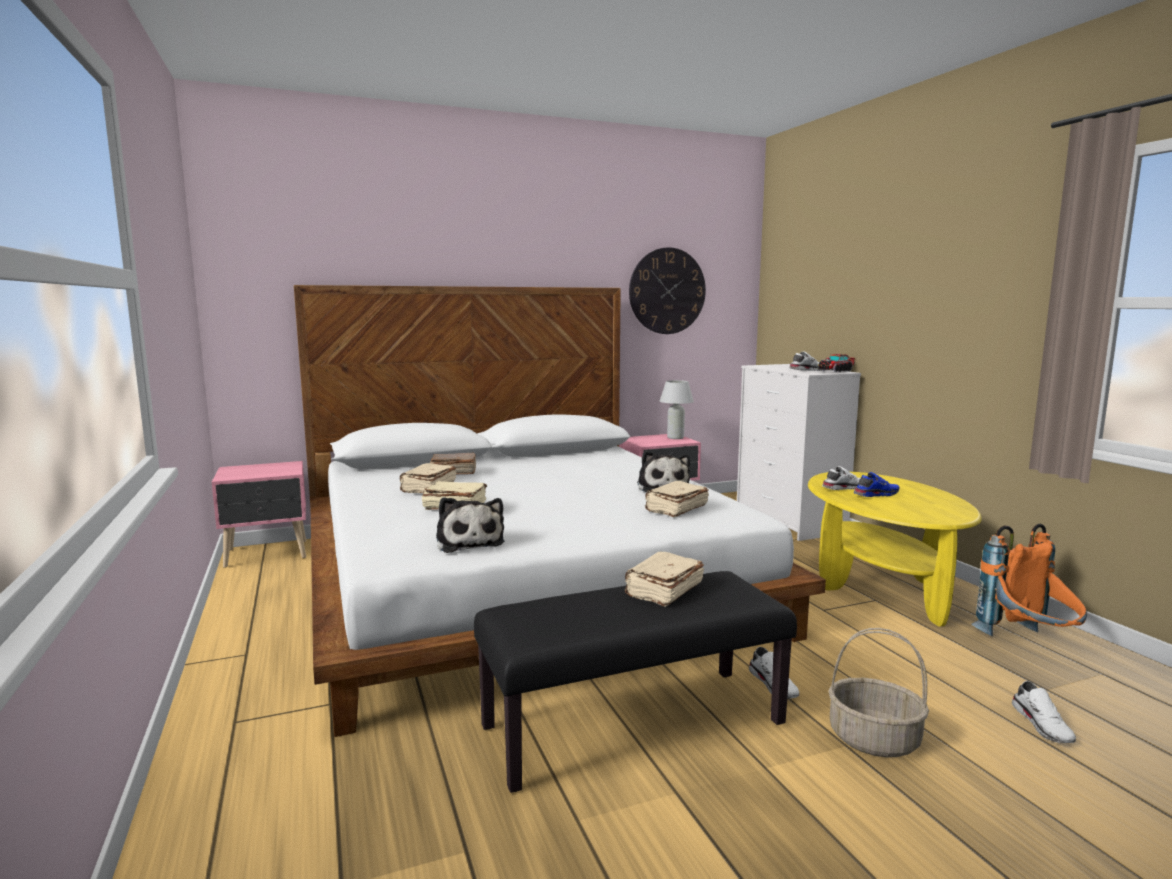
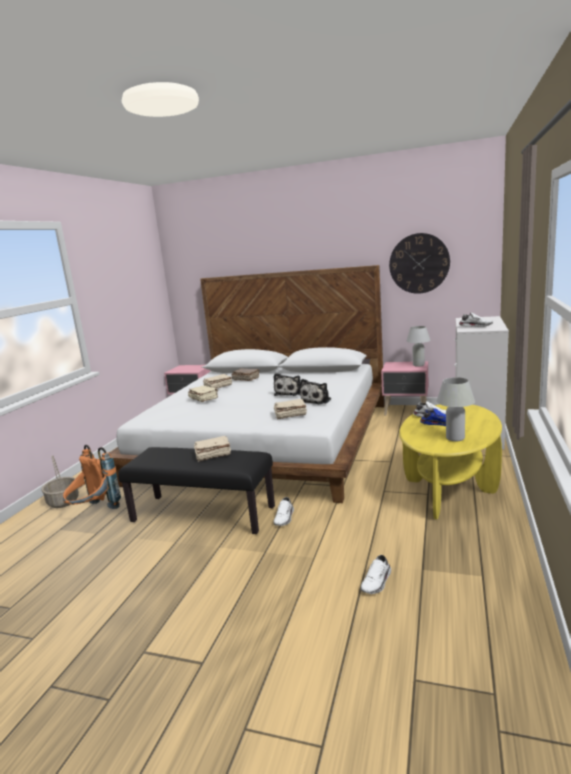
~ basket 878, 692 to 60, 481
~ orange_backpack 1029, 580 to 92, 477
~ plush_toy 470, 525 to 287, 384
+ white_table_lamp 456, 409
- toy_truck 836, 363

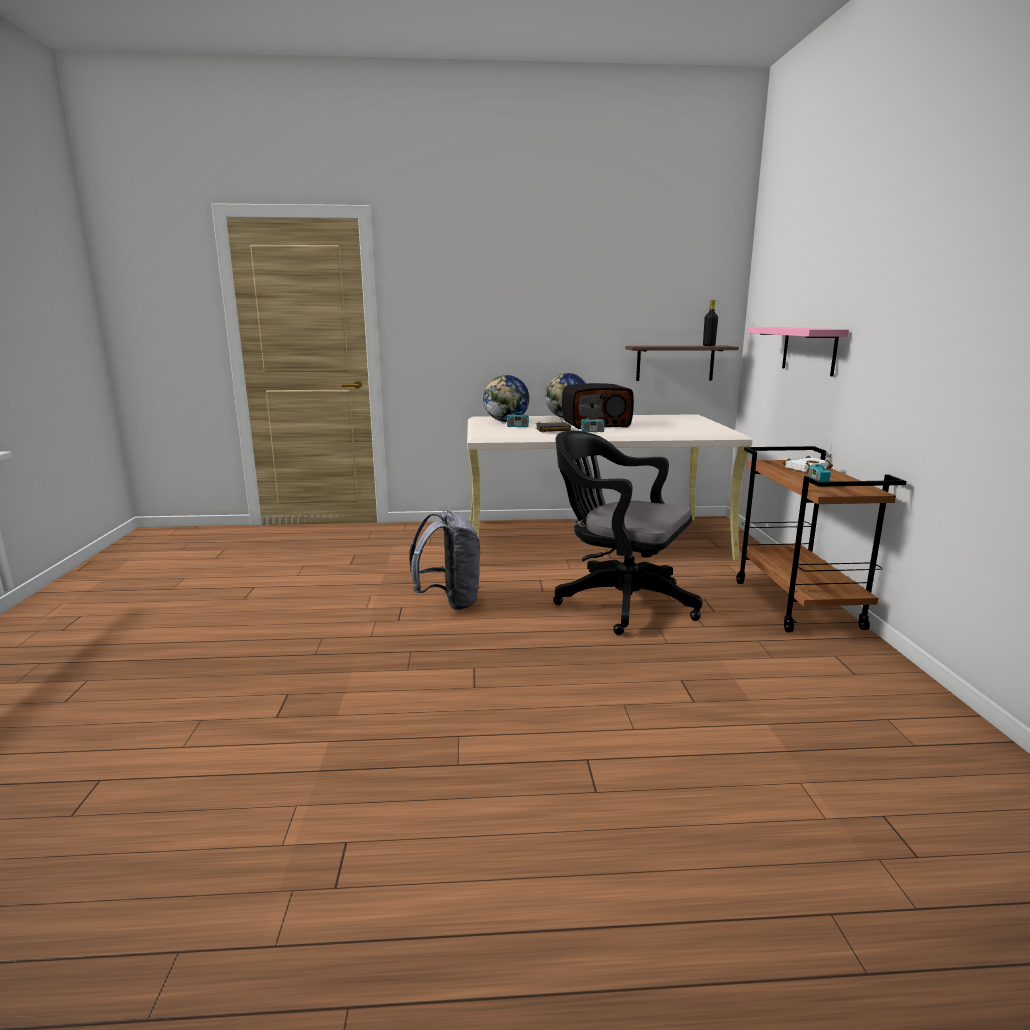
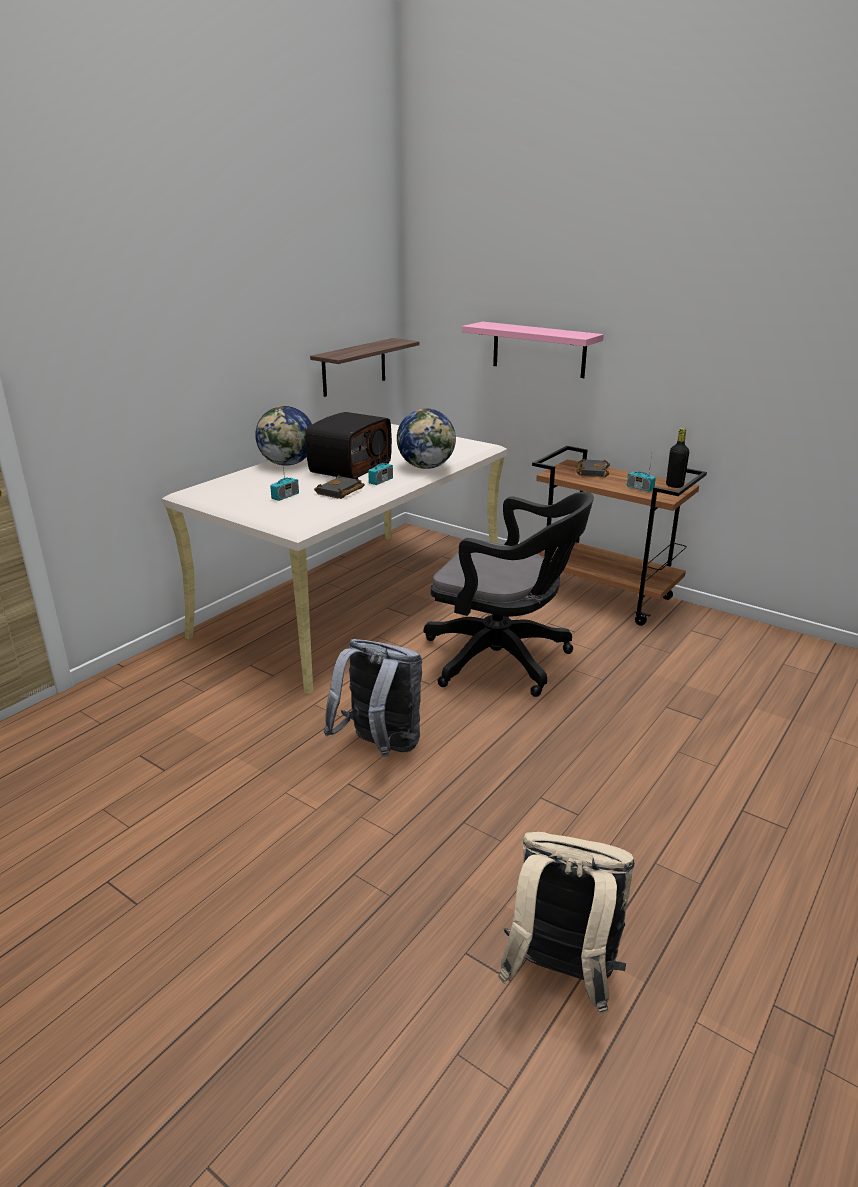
~ globe 506, 398 to 426, 438
~ black_office_chair 627, 533 = 509, 594 135 degrees counterclockwise
+ beige_backpack 566, 923
~ white_book 808, 464 to black_book 593, 467
~ black_bottle 710, 323 to 677, 458

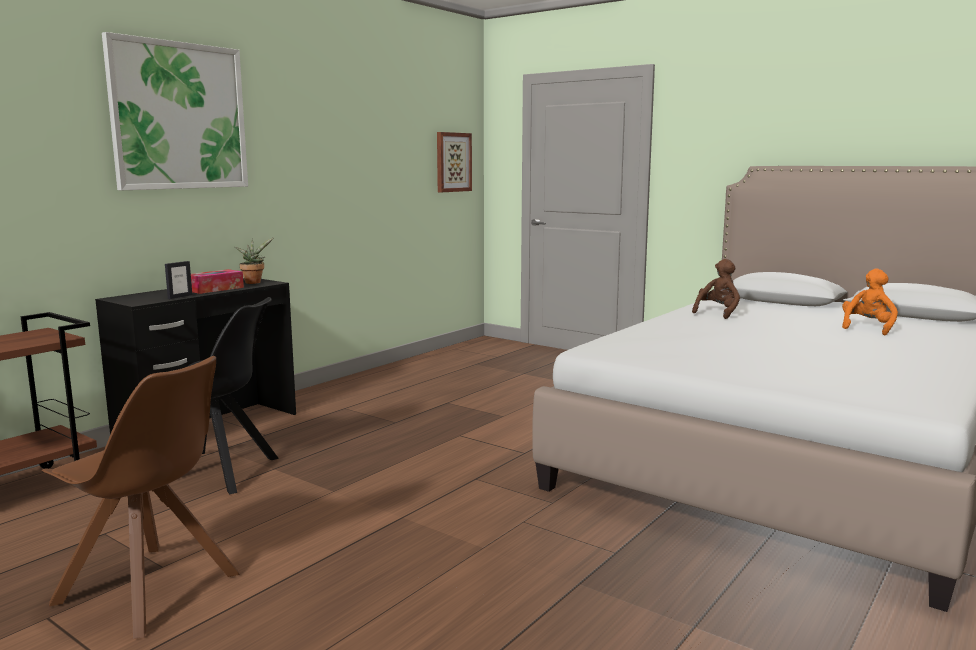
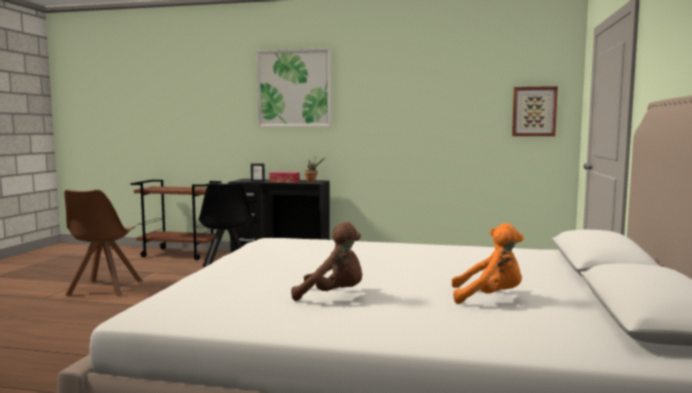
~ brown_plush_toy 716, 289 to 326, 261

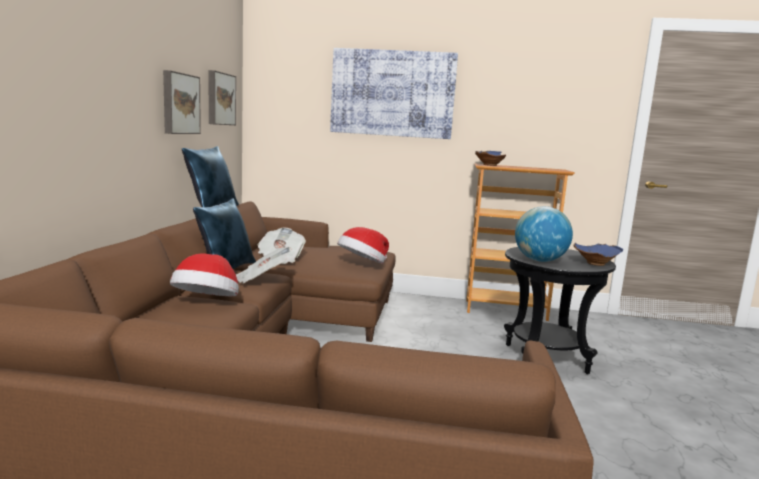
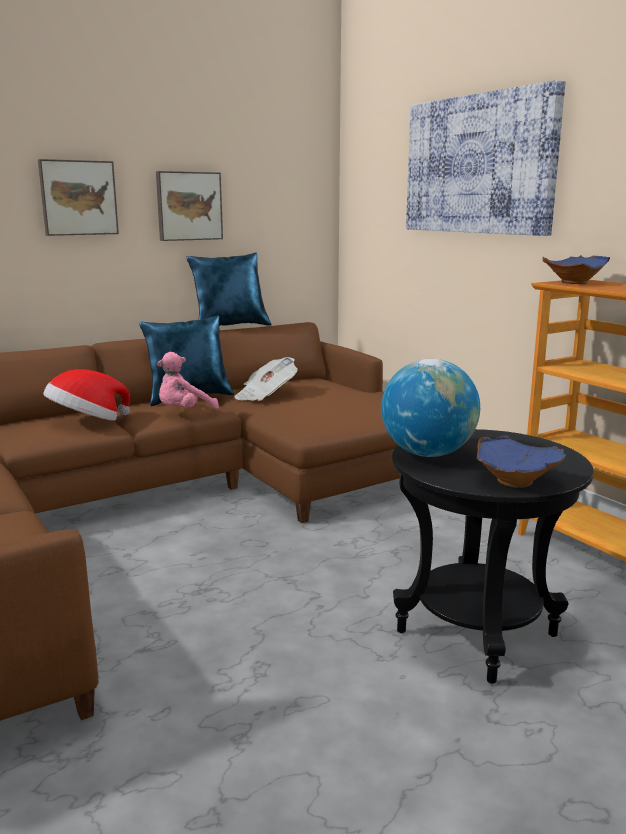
~ picture 222, 97 to 78, 197
~ newspaper 264, 265 to pink_plush_toy 188, 380
- hat 363, 245

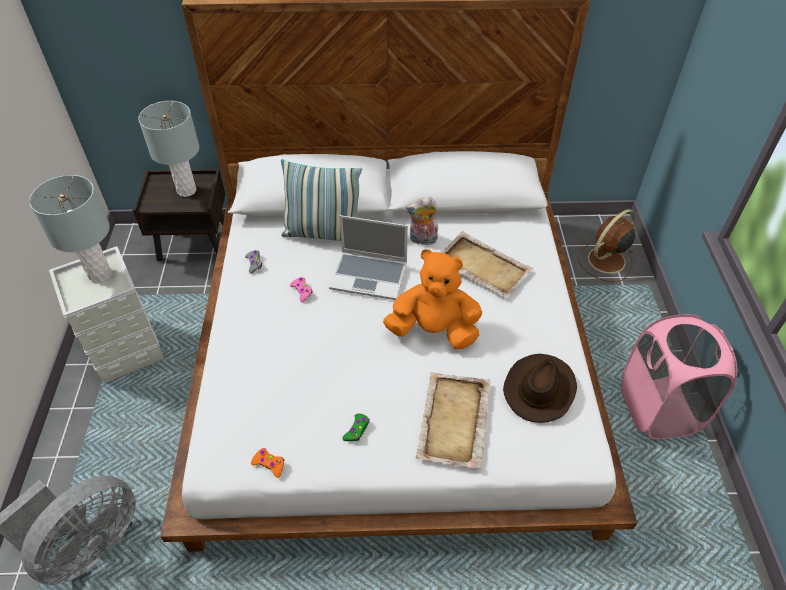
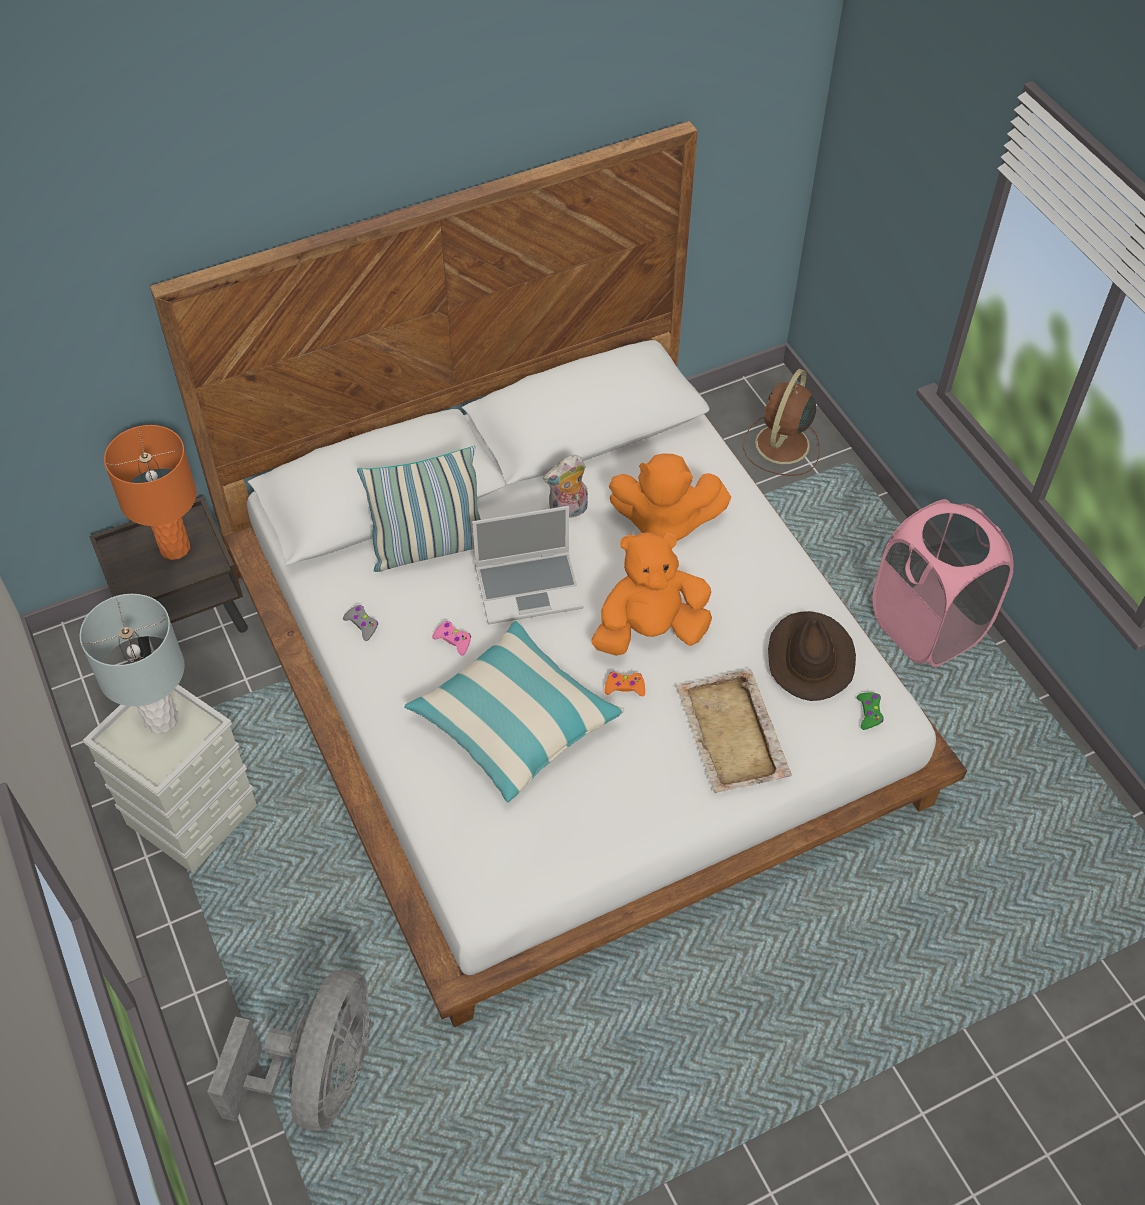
~ grey_table_lamp 168, 149 to orange_table_lamp 150, 492
+ pillow 514, 711
~ orange_game_controller 267, 463 to 625, 684
~ beige_tray 487, 264 to orange_plush_toy 670, 497
~ green_game_controller 356, 427 to 870, 711

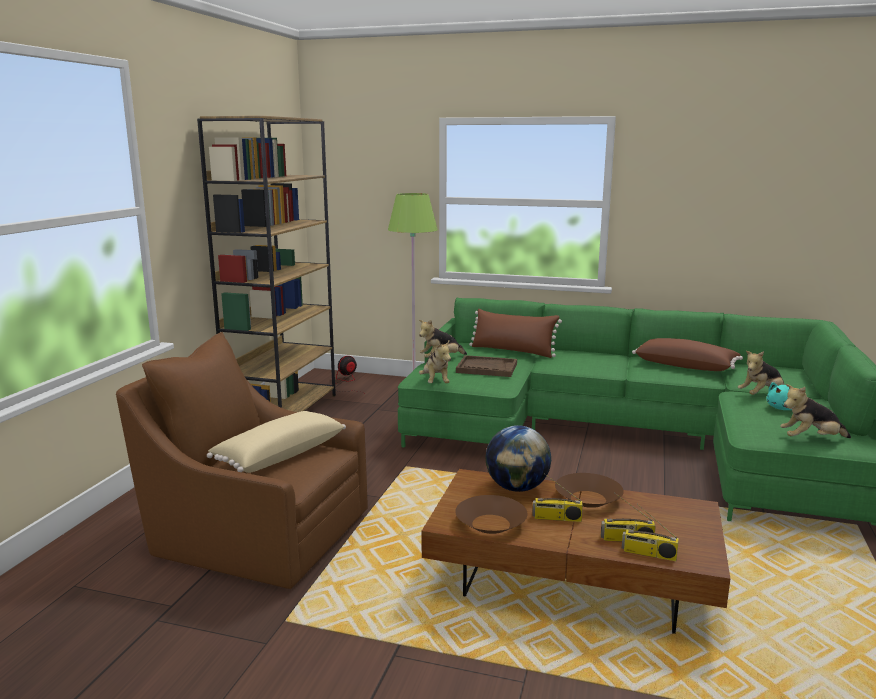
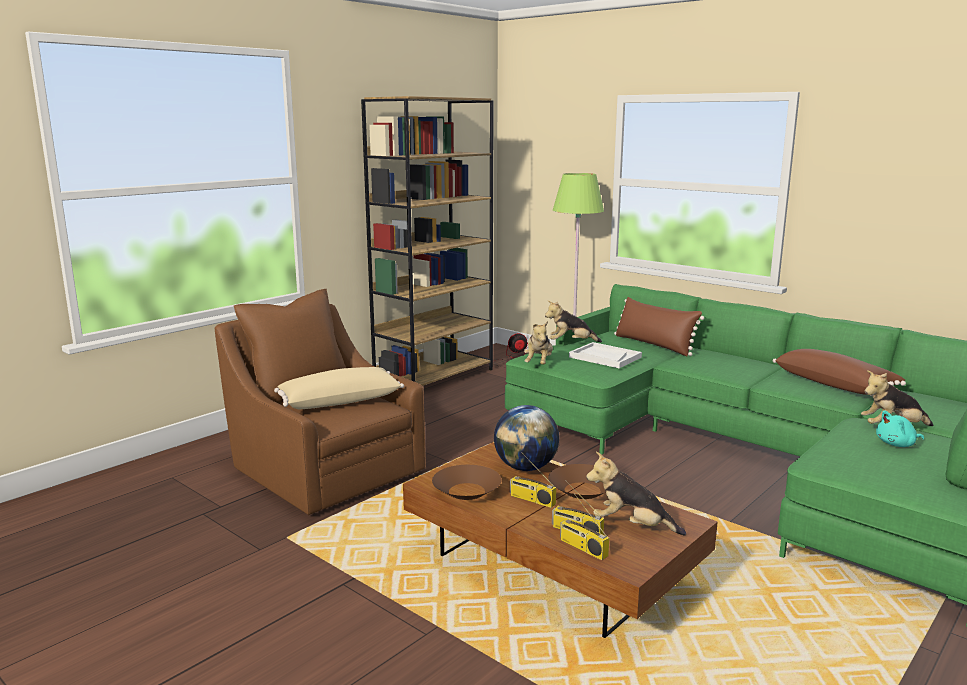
~ brown_tray 486, 366 to white_tray 605, 355
~ plush_toy 815, 411 to 636, 494

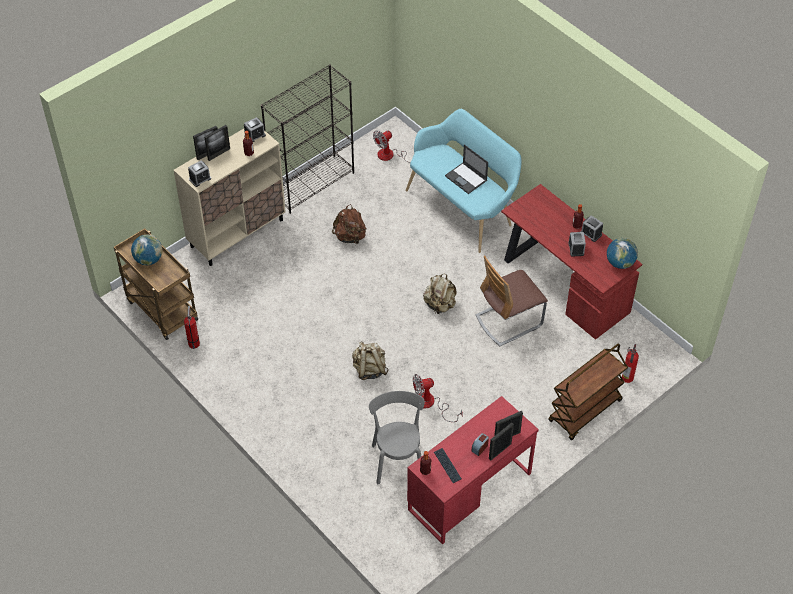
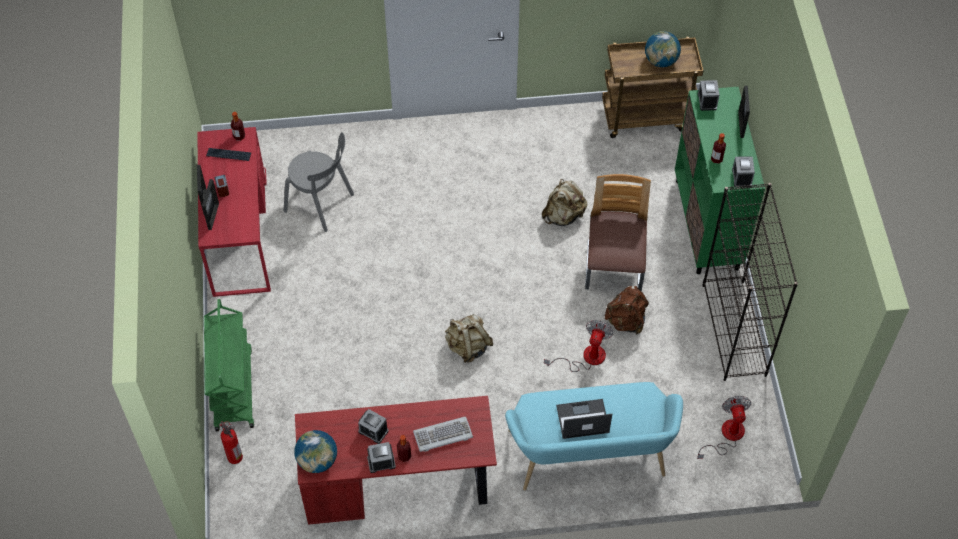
~ brown_cart 588, 391 to green_cart 229, 365
+ keyboard 443, 434
~ beige_backpack 370, 361 to 564, 202
~ fan 438, 398 to 578, 346
~ chair 512, 300 to 618, 233
~ beige_cabinet 229, 197 to green_cabinet 720, 180
- fire_extinguisher 192, 327
- picture_frame 217, 143

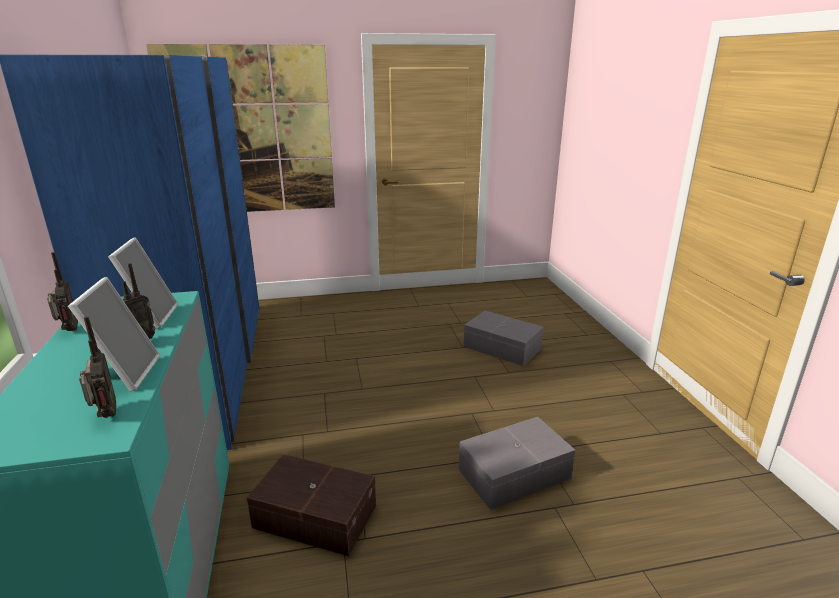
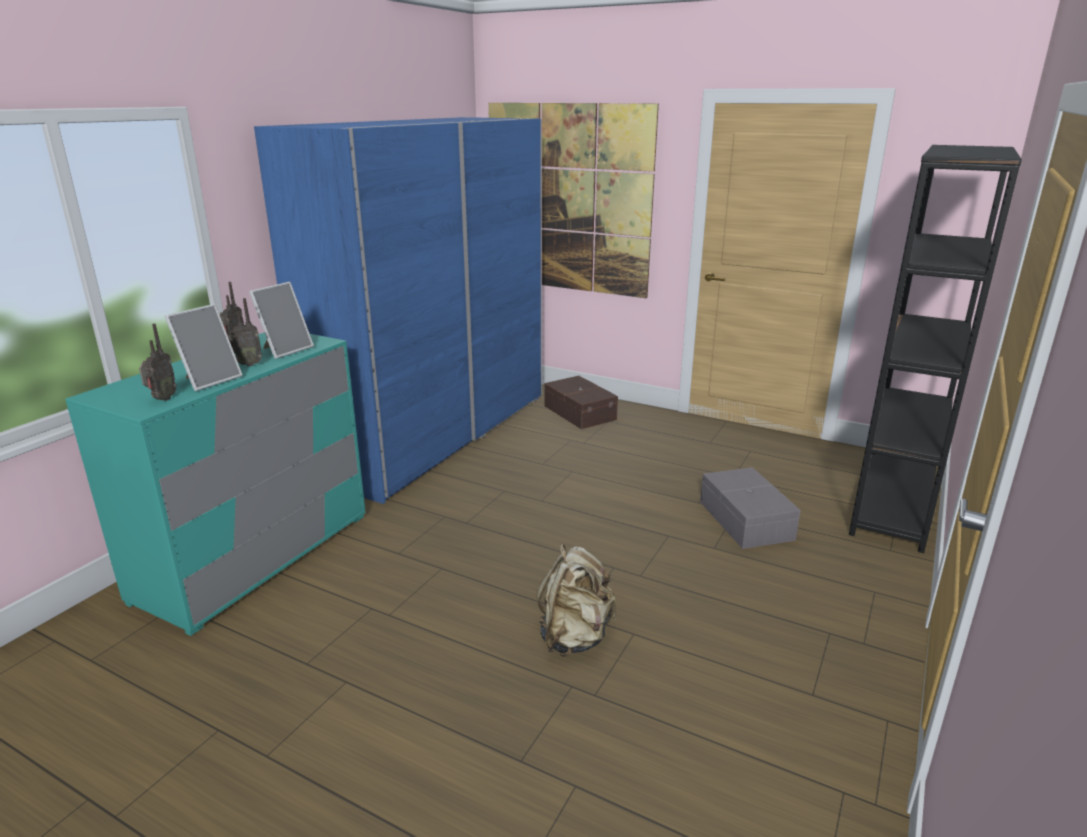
~ grey_storage_box 517, 463 to beige_backpack 576, 600
~ brown_storage_box 311, 505 to 581, 402
+ black_bookcase 935, 349

